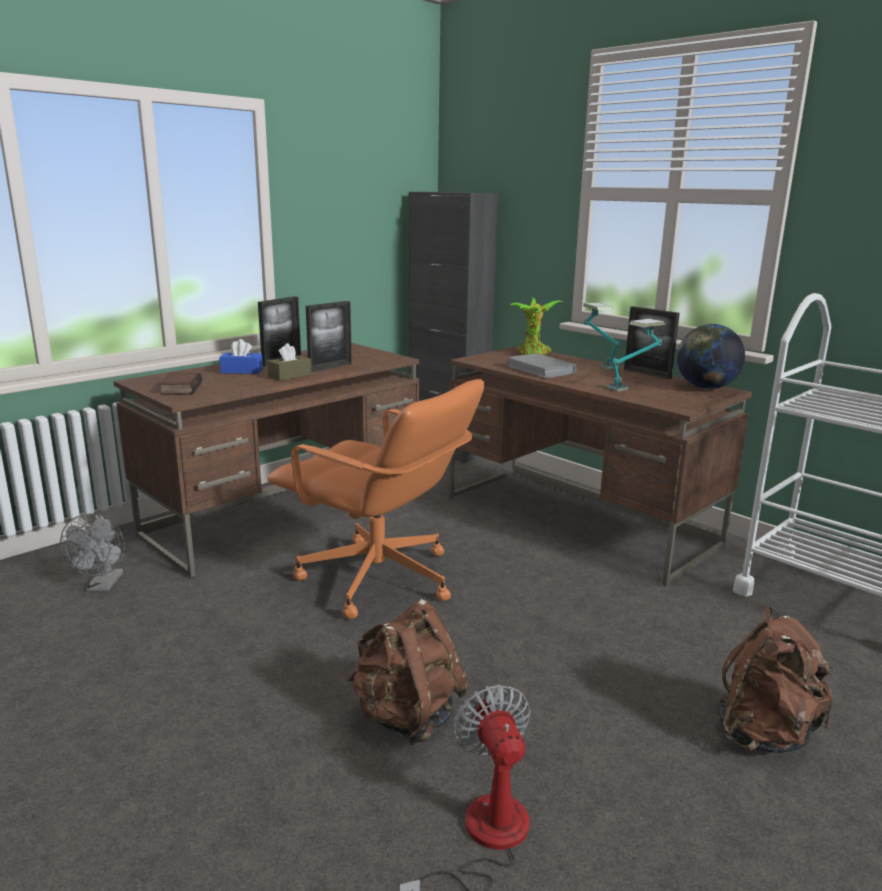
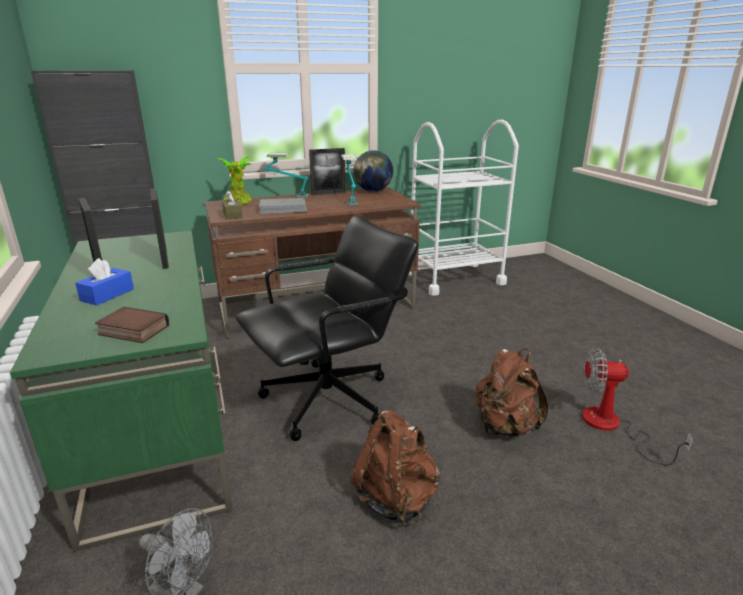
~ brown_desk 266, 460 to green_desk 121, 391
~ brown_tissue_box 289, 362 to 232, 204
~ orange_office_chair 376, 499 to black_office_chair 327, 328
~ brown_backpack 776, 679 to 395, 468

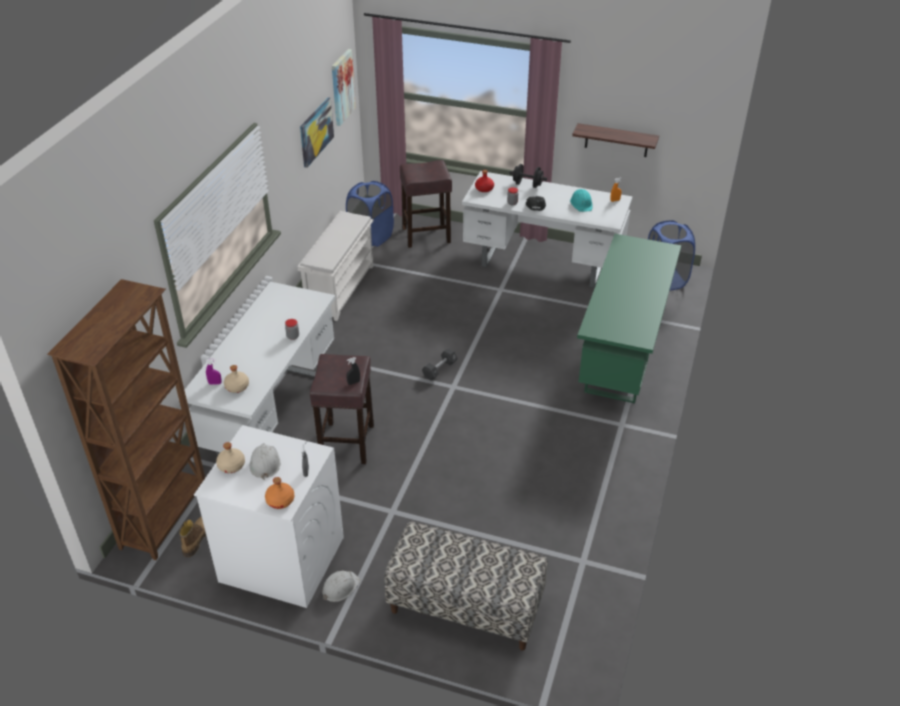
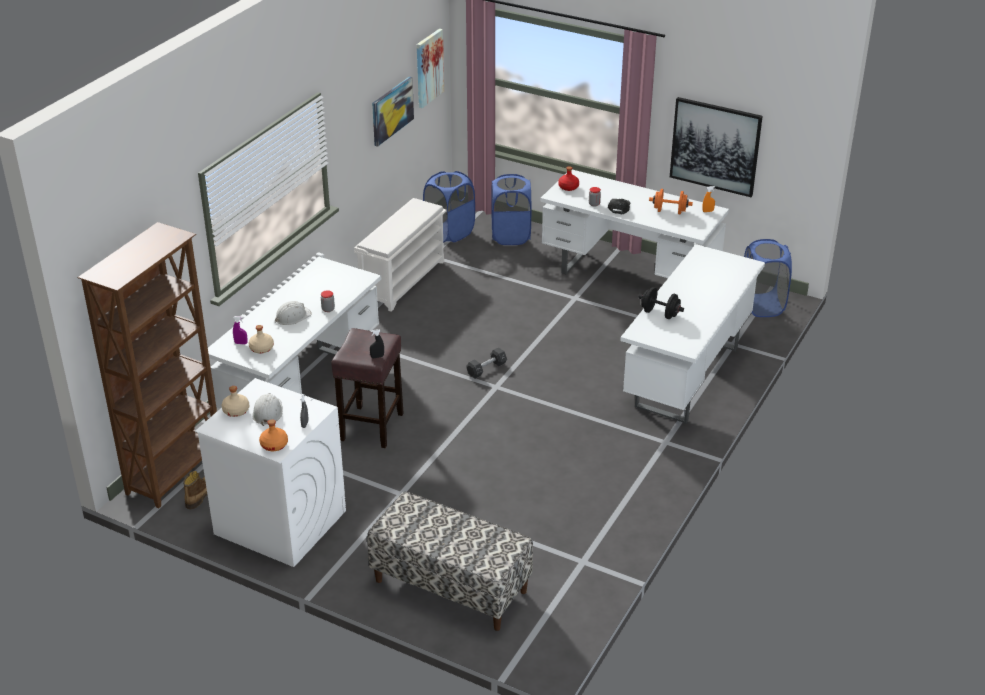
~ white_hard_hat 341, 586 to 293, 313
~ brown_stool 426, 204 to blue_laundry_basket 511, 209
~ green_desk 629, 319 to white_desk 692, 334
~ black_dumbbell 528, 176 to 661, 303
~ turquoise_hard_hat 581, 200 to orange_dumbbell 671, 201
~ shelf 615, 140 to picture 716, 147

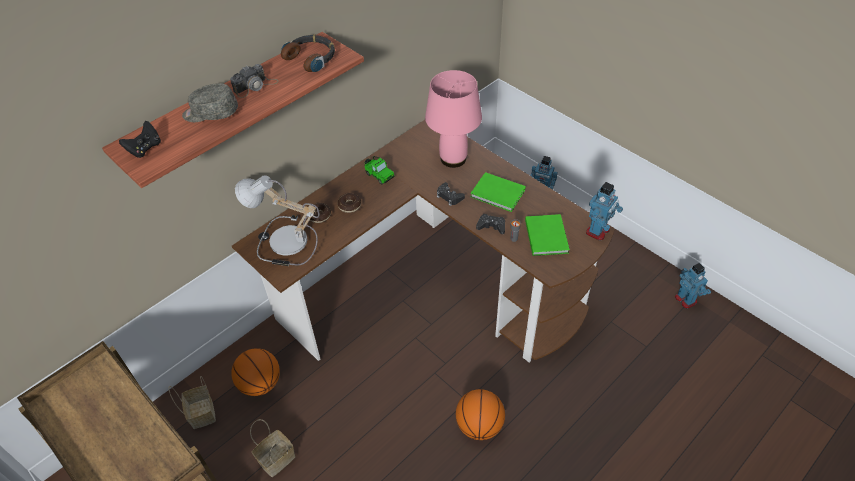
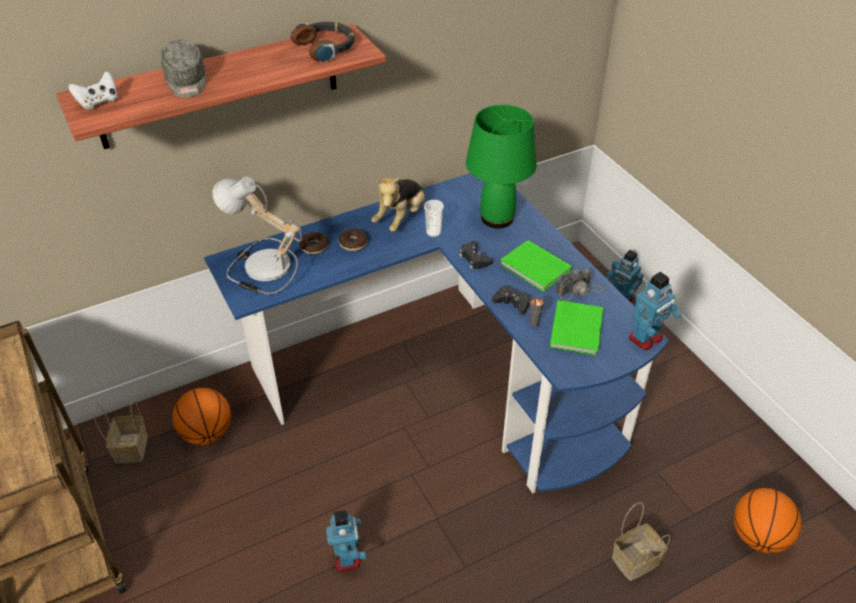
~ black_game_controller 140, 139 to white_game_controller 93, 90
~ grey_cap 210, 102 = 183, 69 120 degrees counterclockwise
~ brown_desk 423, 241 to blue_desk 436, 333
~ toy_robot 693, 286 to 346, 541
~ toy_car 379, 170 to plush_toy 398, 204
+ cup 434, 218
~ pink_table_lamp 453, 119 to green_table_lamp 501, 167
~ photo_camera 254, 81 to 579, 284
~ basket 273, 448 to 641, 541
~ basketball 480, 414 to 768, 520

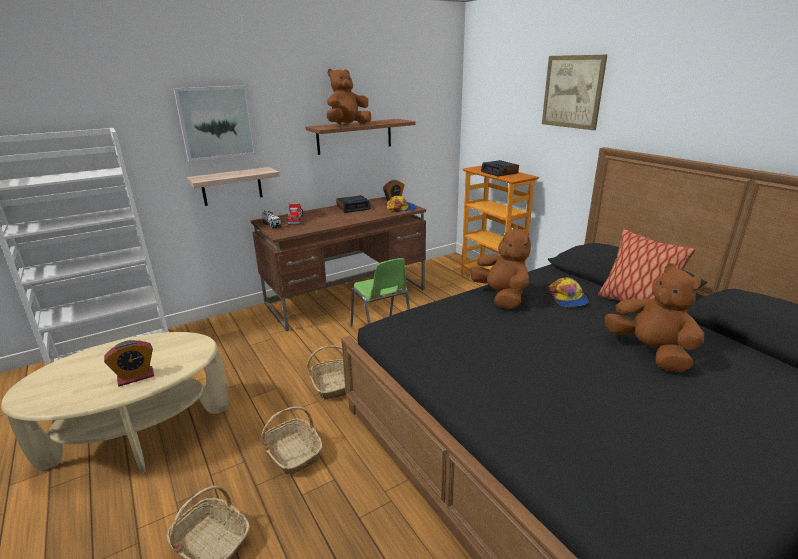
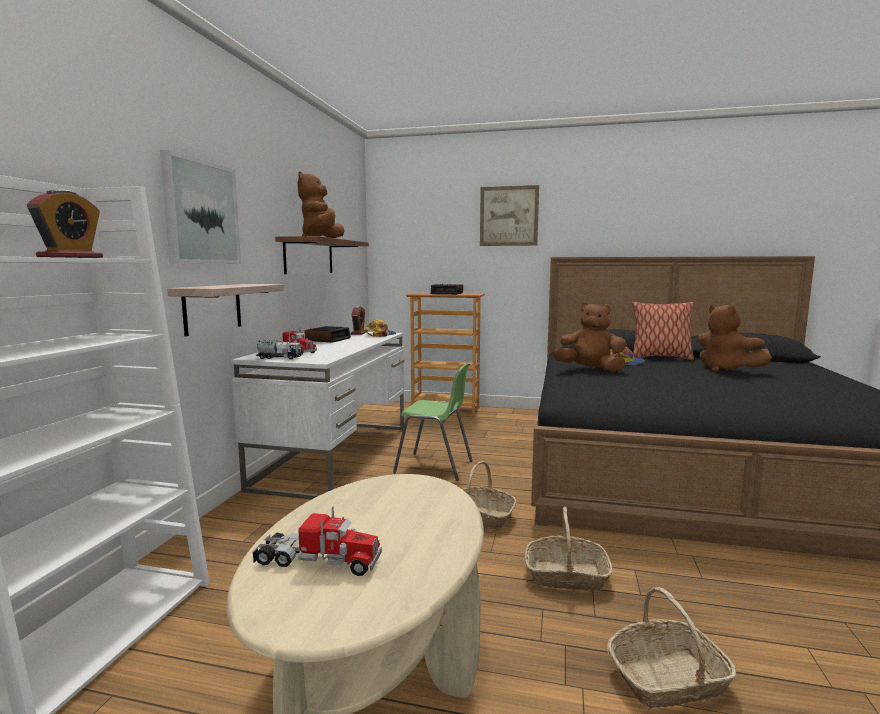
~ alarm_clock 129, 363 to 65, 224
~ brown_desk 338, 264 to white_desk 317, 415
+ toy_truck 317, 541
~ brown_plush_toy 654, 317 = 734, 338 135 degrees counterclockwise

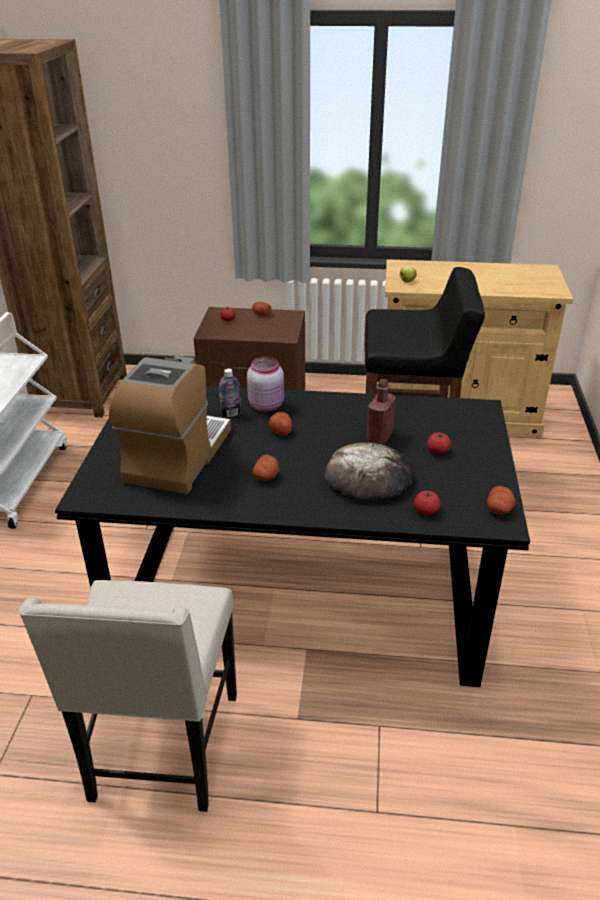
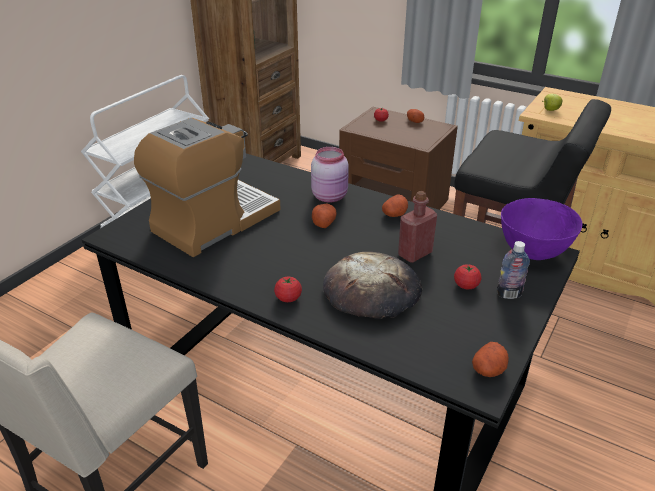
~ tomato 427, 503 to 288, 289
~ potato 266, 468 to 395, 205
~ bottle 230, 392 to 513, 270
+ purple_bowl 542, 229

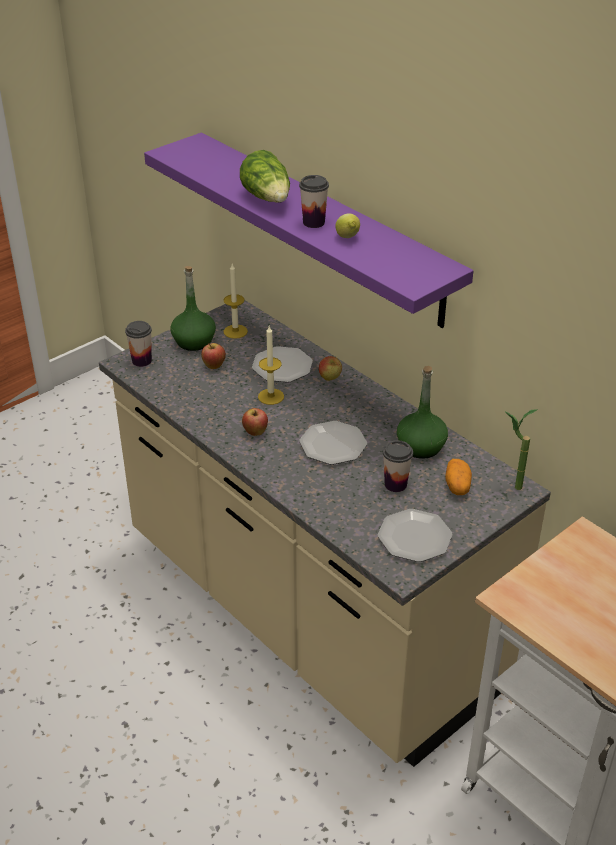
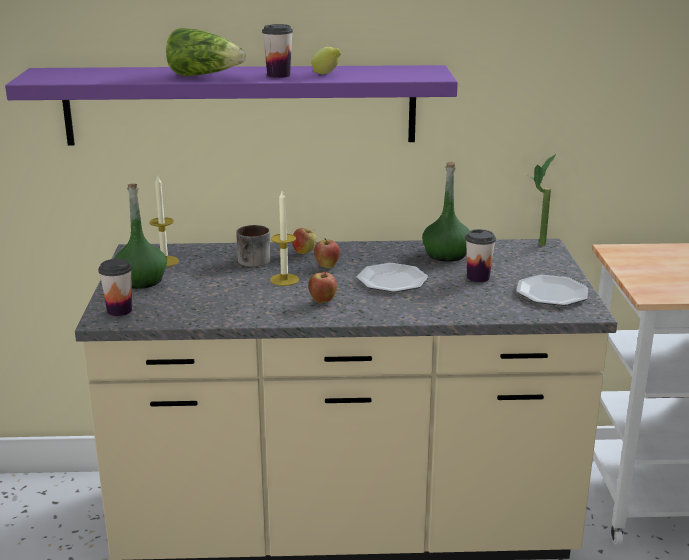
~ plate 282, 364 to mug 253, 246
~ apple 213, 356 to 327, 253
- potato 458, 477

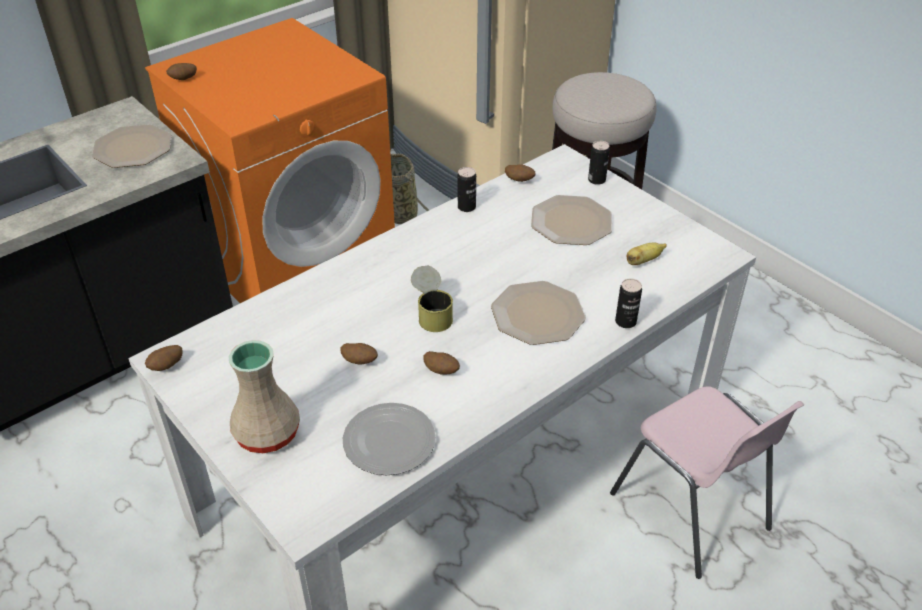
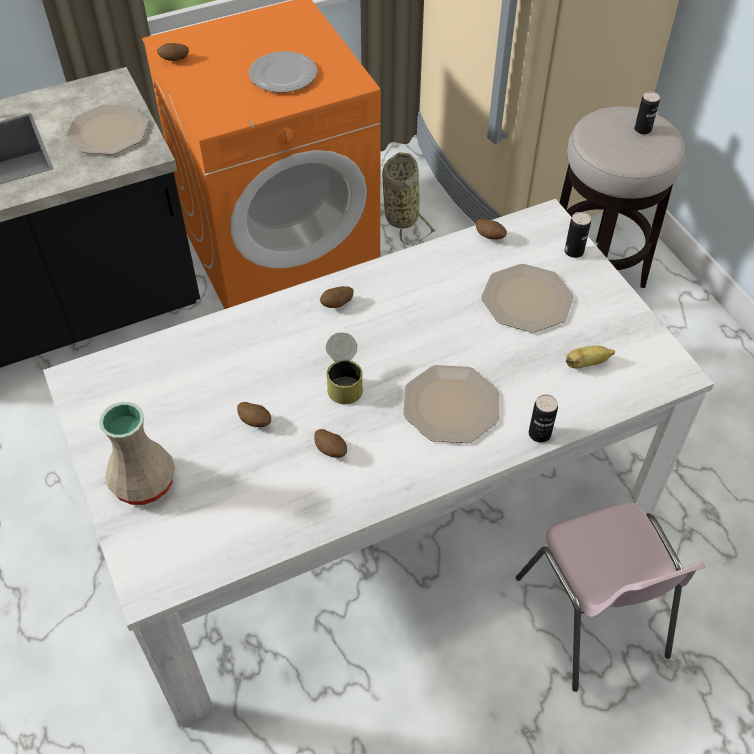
~ plate 389, 439 to 283, 72
~ potato 163, 358 to 337, 297
~ can 467, 189 to 647, 113

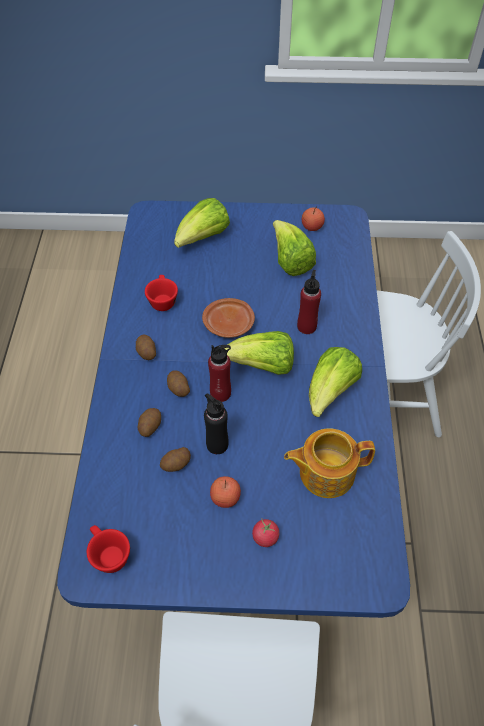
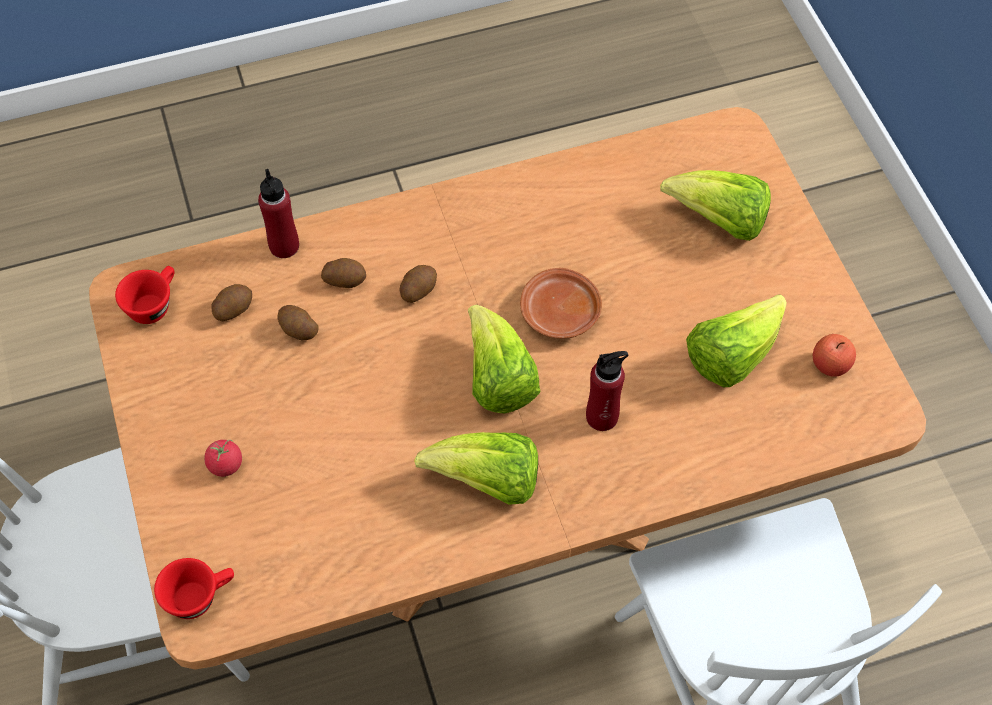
~ blue_dining_table 233, 409 to brown_dining_table 507, 388
~ red_cup 161, 293 to 194, 588
~ potato 146, 347 to 232, 302
~ red_bottle 219, 373 to 278, 213
- black_bottle 216, 423
- apple 225, 492
- teapot 329, 463

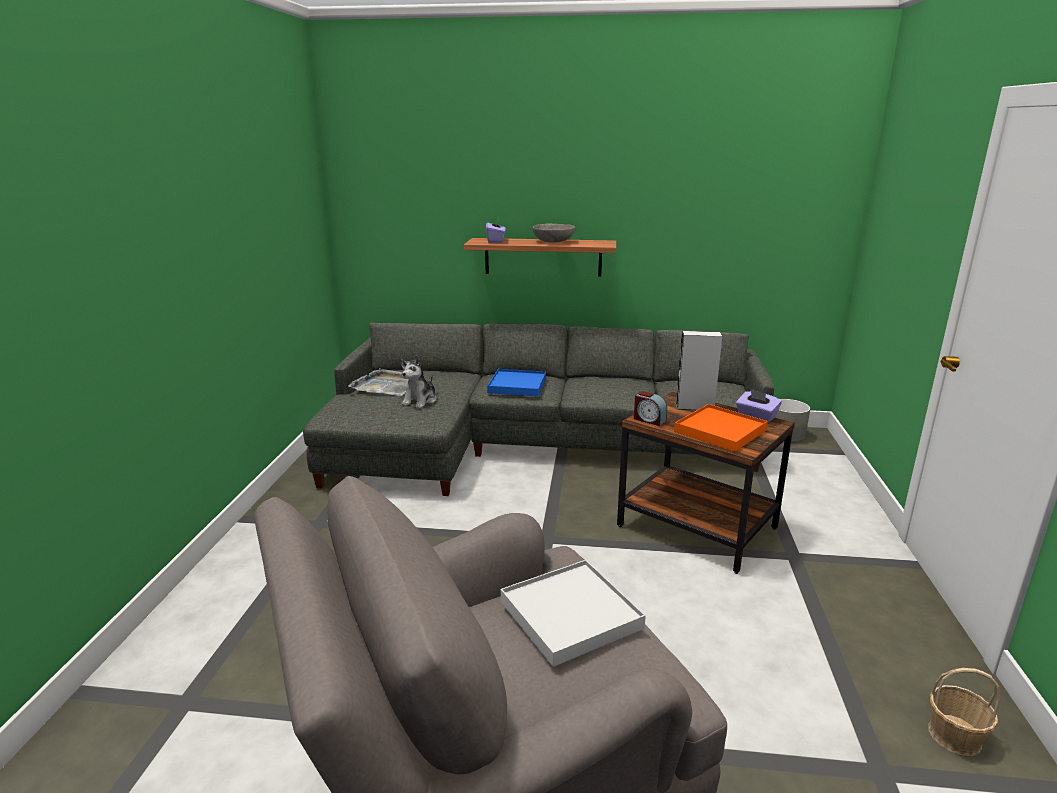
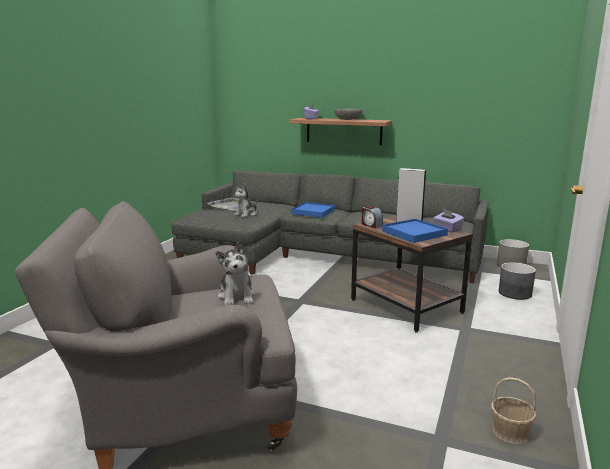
~ white_tray 573, 613 to plush_toy 235, 273
~ orange_tray 721, 428 to blue_tray 415, 231
+ grey_planter 517, 281

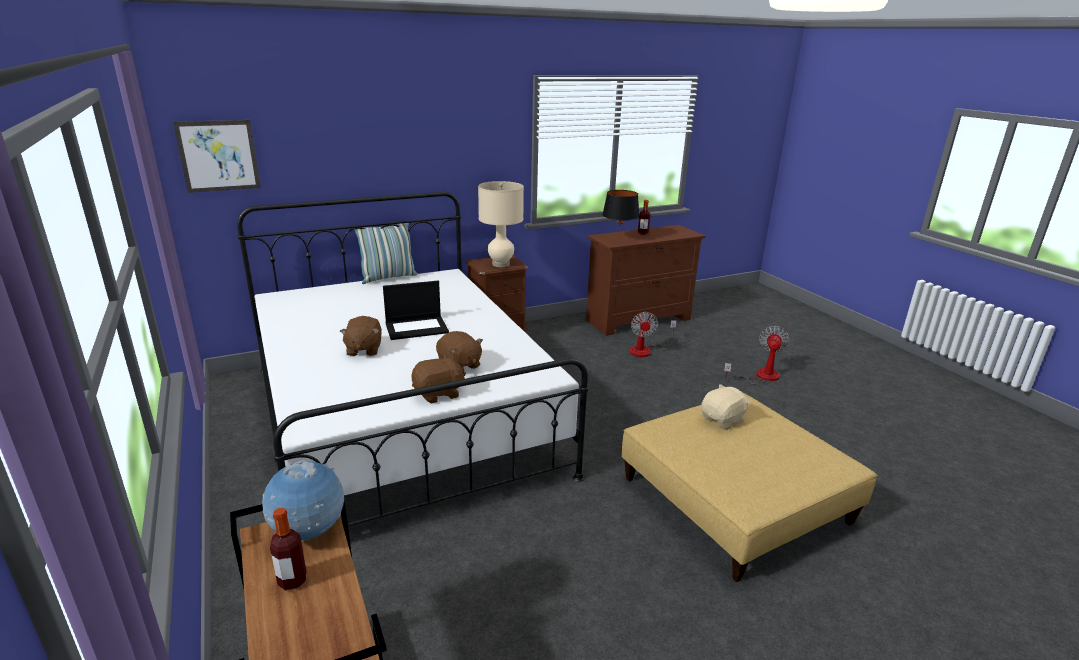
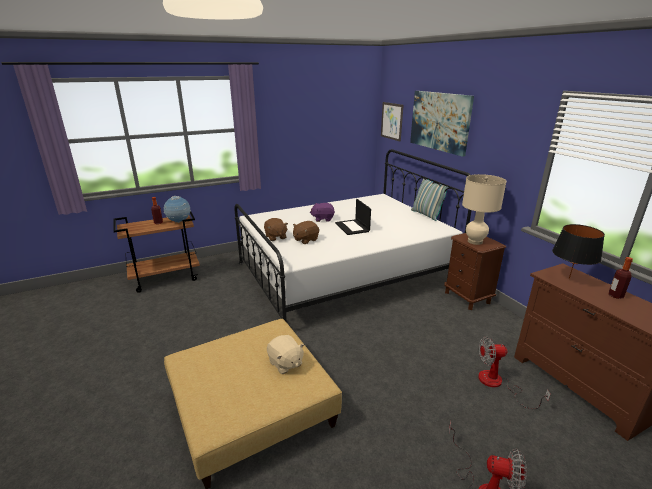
~ brown_plush_toy 361, 336 to purple_plush_toy 322, 212
+ picture 442, 124

